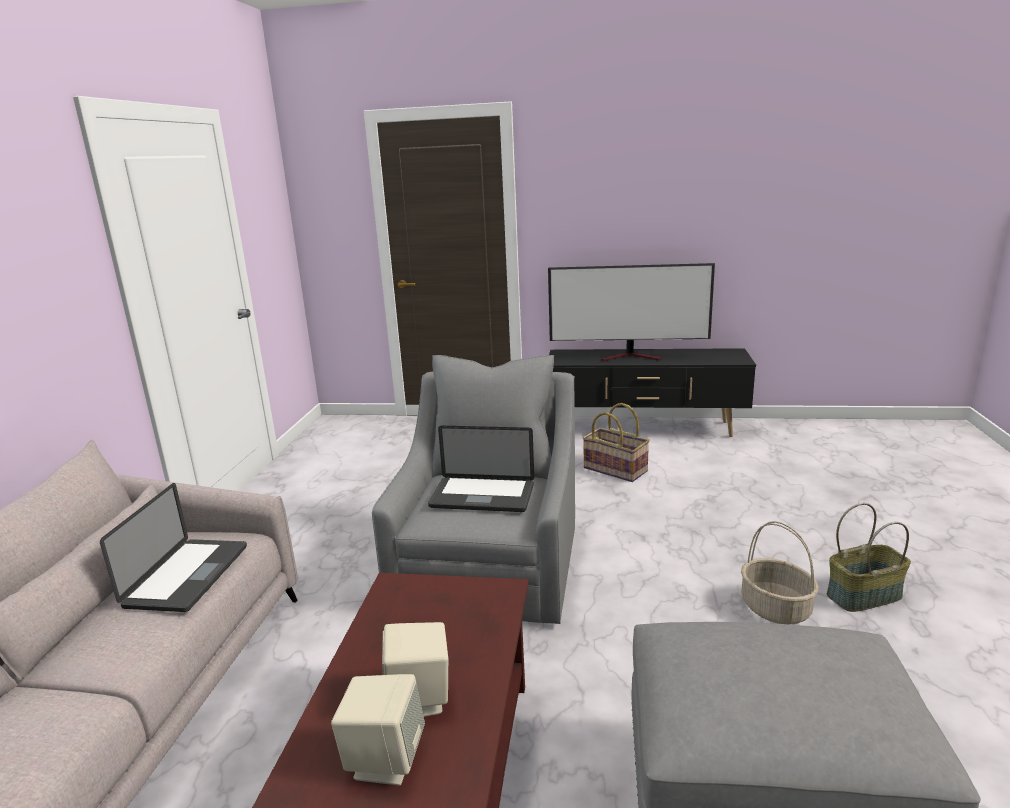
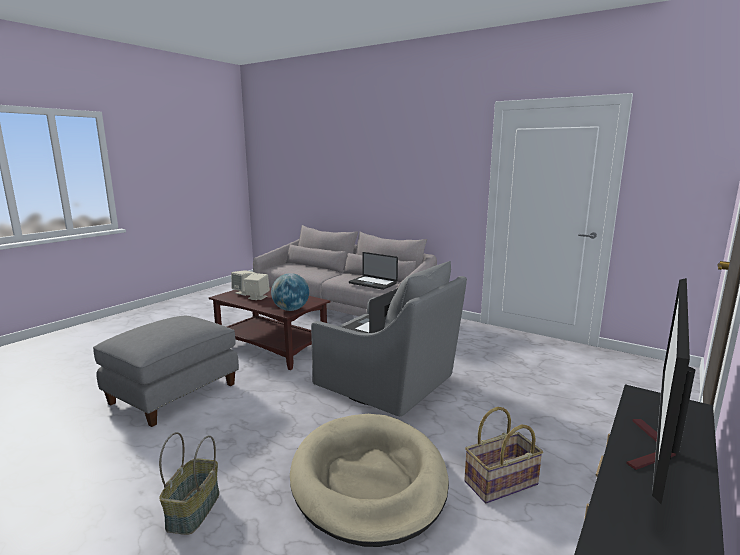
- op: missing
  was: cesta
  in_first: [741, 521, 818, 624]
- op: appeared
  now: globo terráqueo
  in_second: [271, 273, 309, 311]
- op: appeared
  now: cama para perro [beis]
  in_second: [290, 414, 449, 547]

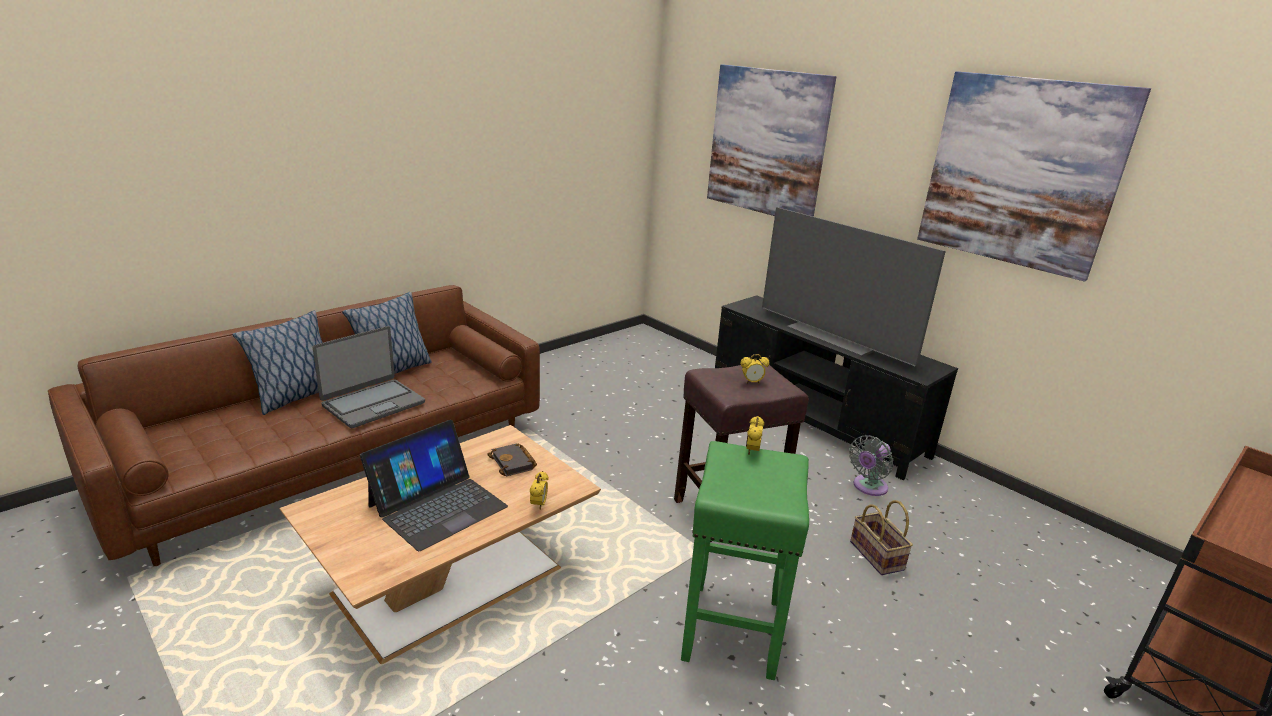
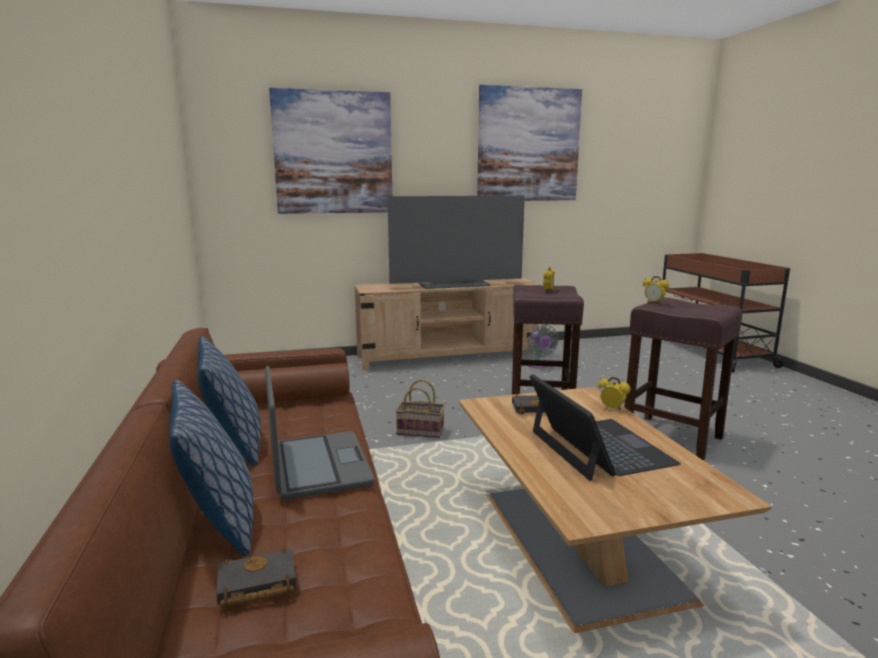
- op: colour
  was: mueble de televisión [negro]
  now: mueble de televisión [beis]
  in_first: [715, 295, 958, 480]
  in_second: [354, 277, 541, 370]
- op: colour
  was: taburete [verde]
  now: taburete [marrón]
  in_first: [681, 441, 809, 680]
  in_second: [624, 297, 743, 461]
- op: relocated
  was: cesta
  in_first: [850, 500, 913, 575]
  in_second: [395, 379, 445, 438]
- op: appeared
  now: libro [negro]
  in_second: [216, 548, 297, 608]

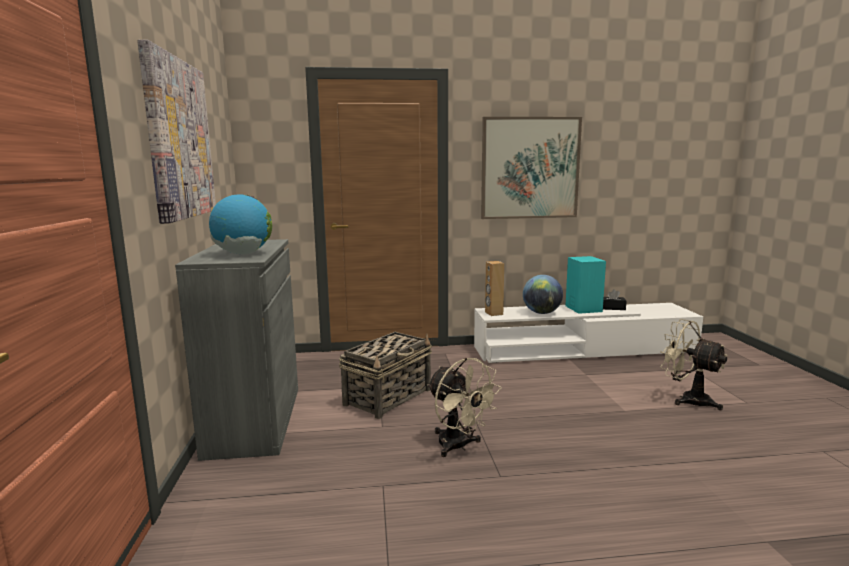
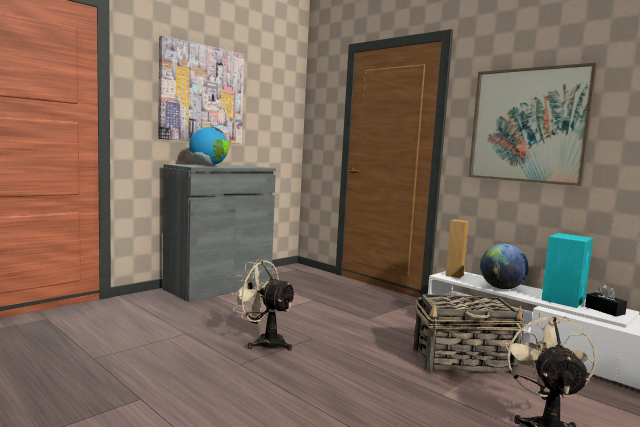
- op: relocated
  was: cesta
  in_first: [339, 332, 432, 419]
  in_second: [414, 294, 525, 375]
- op: spun
  was: ventilador [beis]
  in_first: [427, 358, 502, 457]
  in_second: [231, 260, 297, 351]
  clockwise: 105

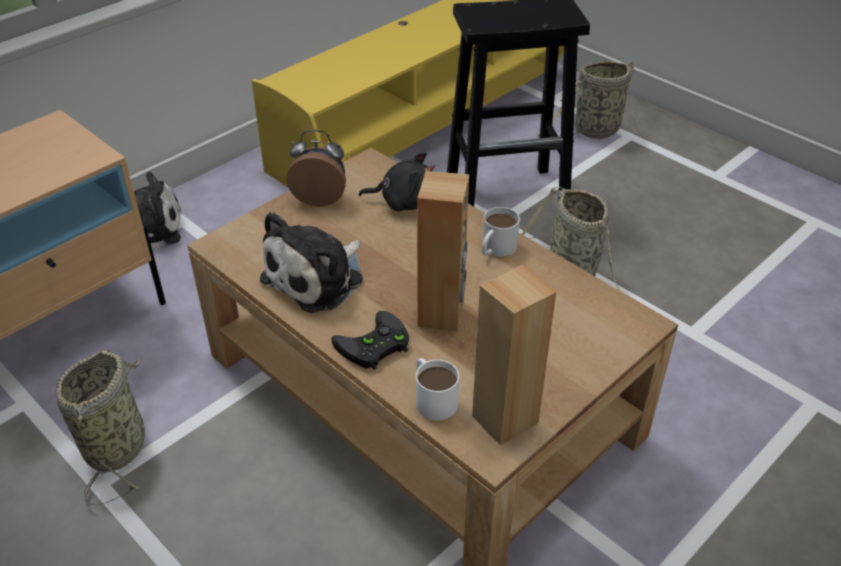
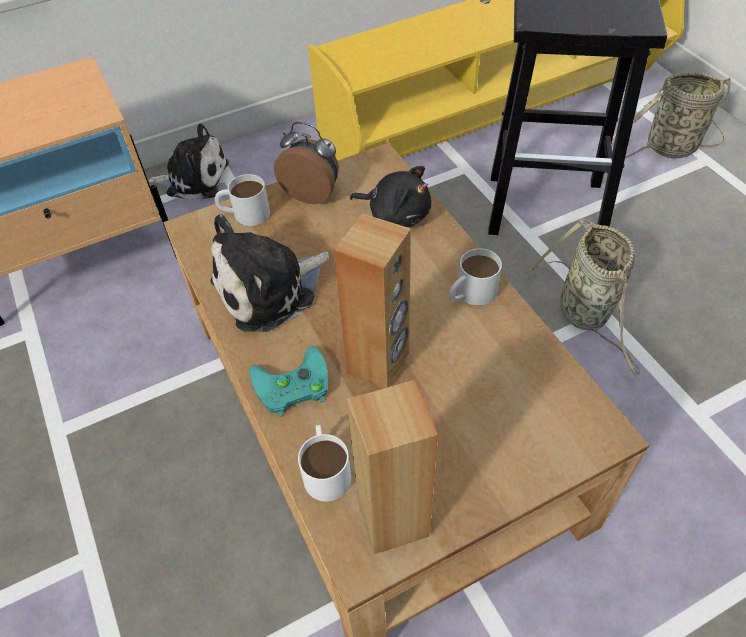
- op: colour
  was: mando de consola [negro]
  now: mando de consola [turquesa]
  in_first: [332, 311, 409, 370]
  in_second: [249, 346, 328, 417]
- op: missing
  was: cesta
  in_first: [55, 349, 145, 506]
- op: appeared
  now: taza grande [blanco]
  in_second: [215, 174, 270, 226]

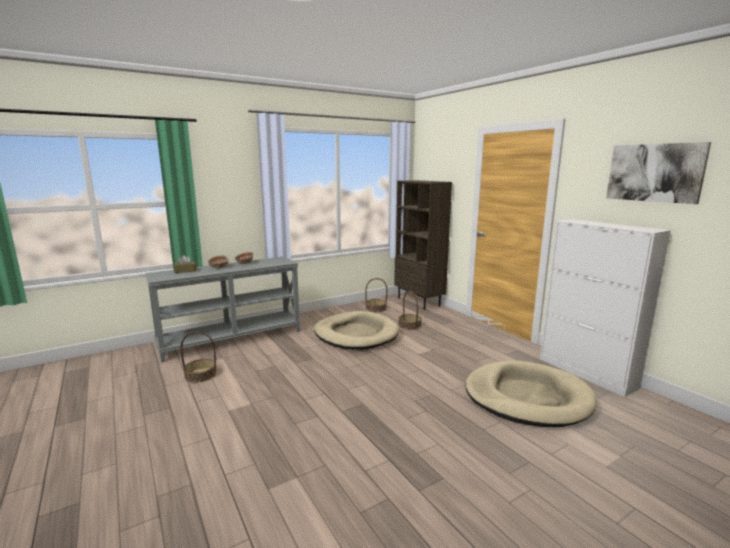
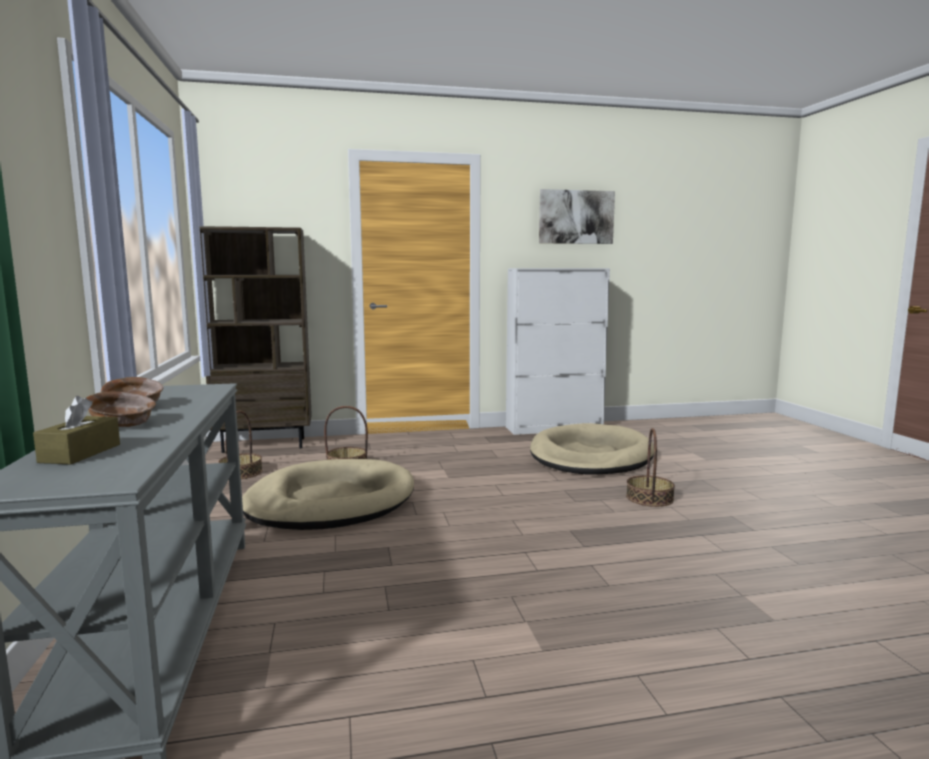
- op: relocated
  was: cesta
  in_first: [180, 332, 217, 383]
  in_second: [626, 428, 675, 507]

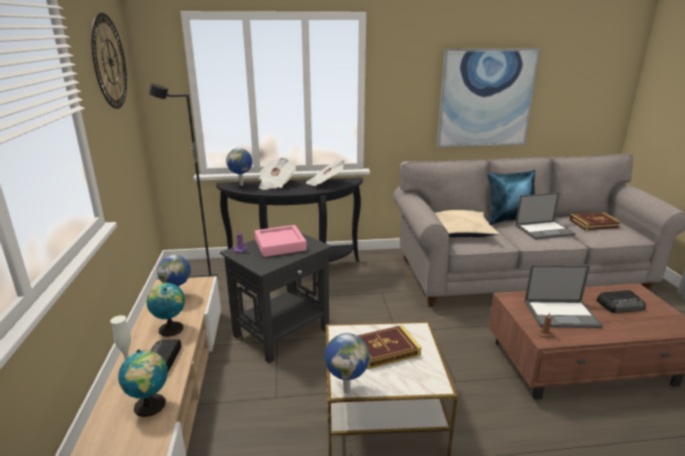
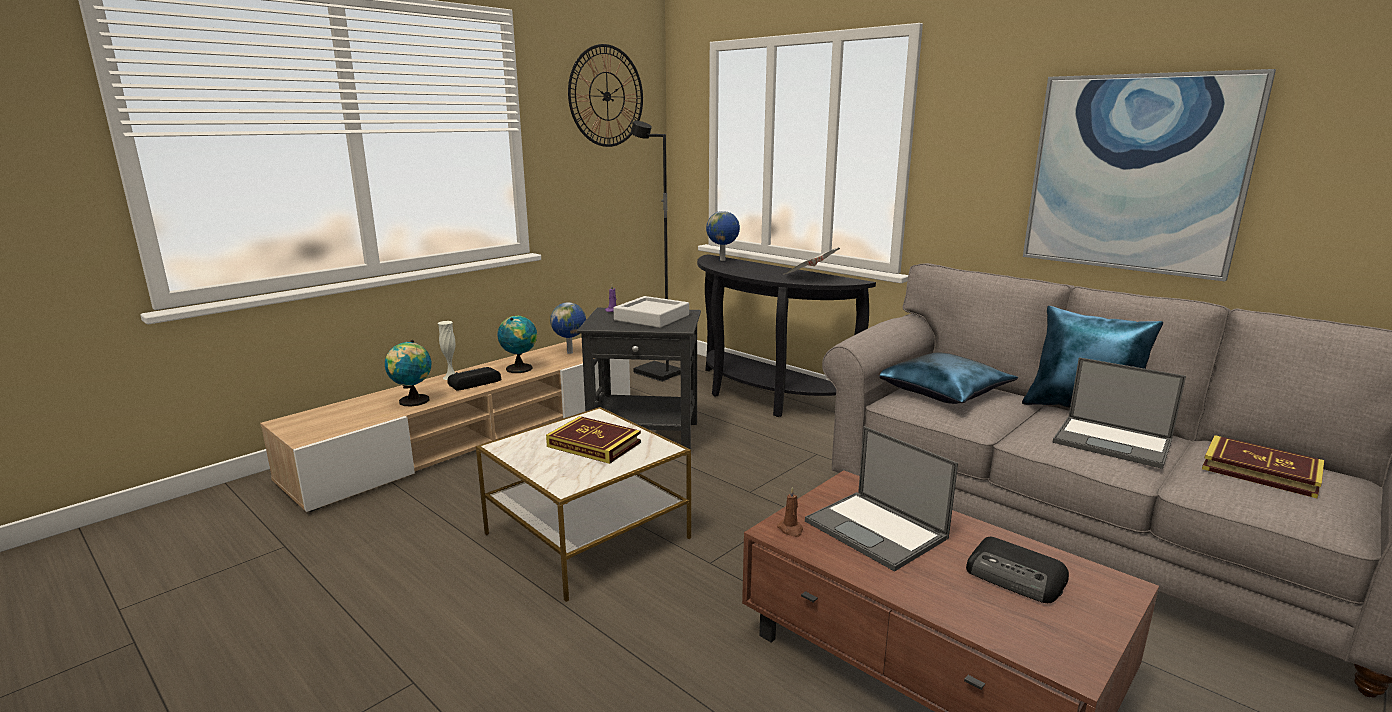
- op: missing
  was: periódico
  in_first: [258, 158, 296, 190]
- op: colour
  was: cojín [beis]
  now: cojín [azul]
  in_first: [435, 210, 499, 237]
  in_second: [879, 352, 1018, 404]
- op: colour
  was: bandeja [rosa]
  now: bandeja [gris]
  in_first: [255, 225, 307, 257]
  in_second: [613, 296, 689, 328]
- op: missing
  was: globo terráqueo
  in_first: [325, 333, 370, 393]

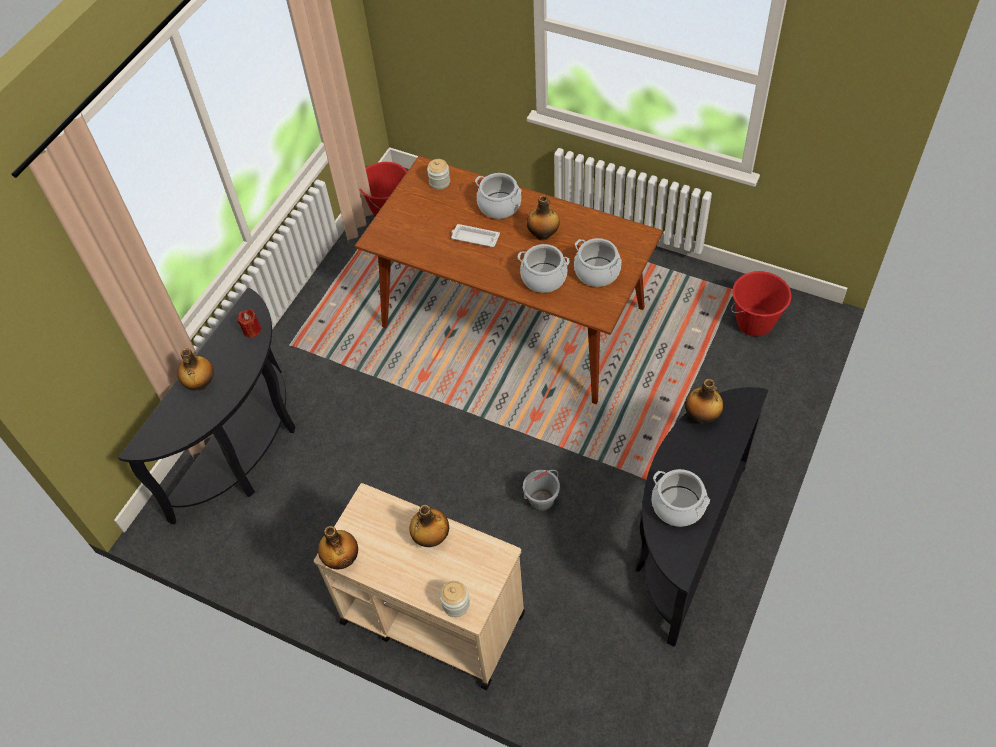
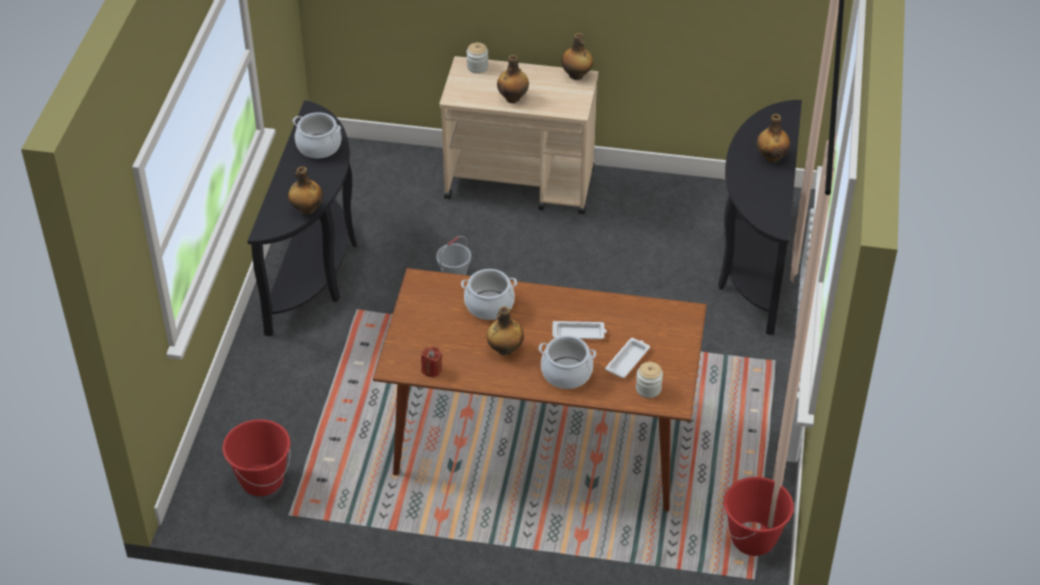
- op: missing
  was: olla
  in_first: [574, 238, 622, 287]
- op: relocated
  was: vela [rojo]
  in_first: [237, 309, 262, 338]
  in_second: [421, 346, 443, 377]
- op: appeared
  now: bandeja [blanco]
  in_second: [605, 338, 650, 378]

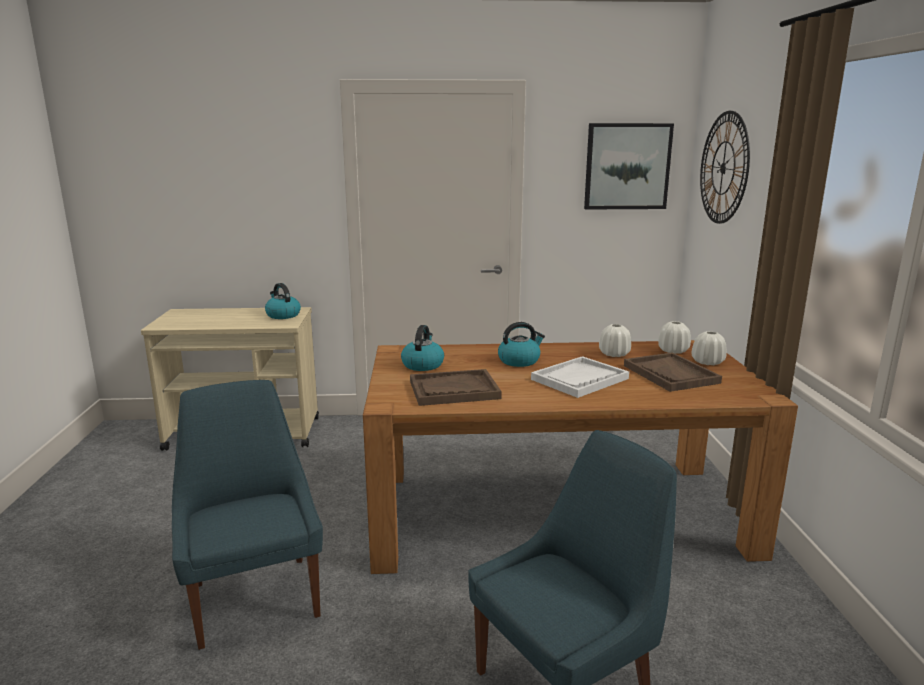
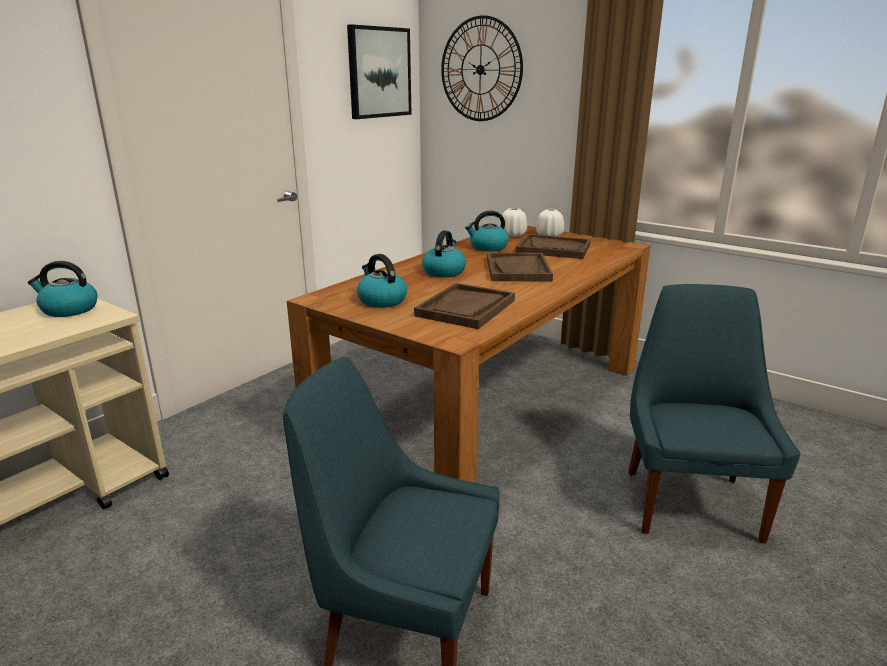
- op: exchanged
  was: florero [blanco]
  now: hervidor
  in_first: [599, 324, 631, 357]
  in_second: [465, 211, 509, 252]
- op: colour
  was: bandeja [blanco]
  now: bandeja [marrón]
  in_first: [531, 356, 629, 398]
  in_second: [487, 253, 553, 281]

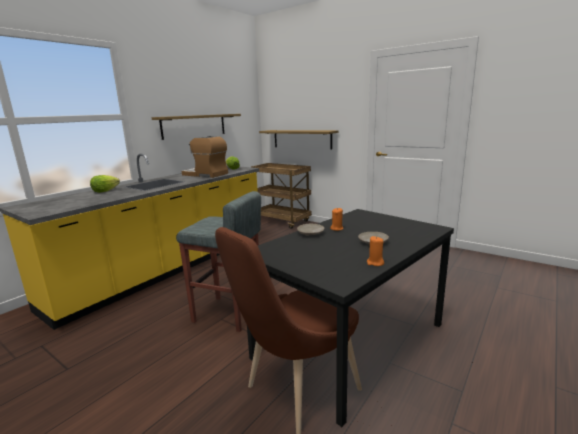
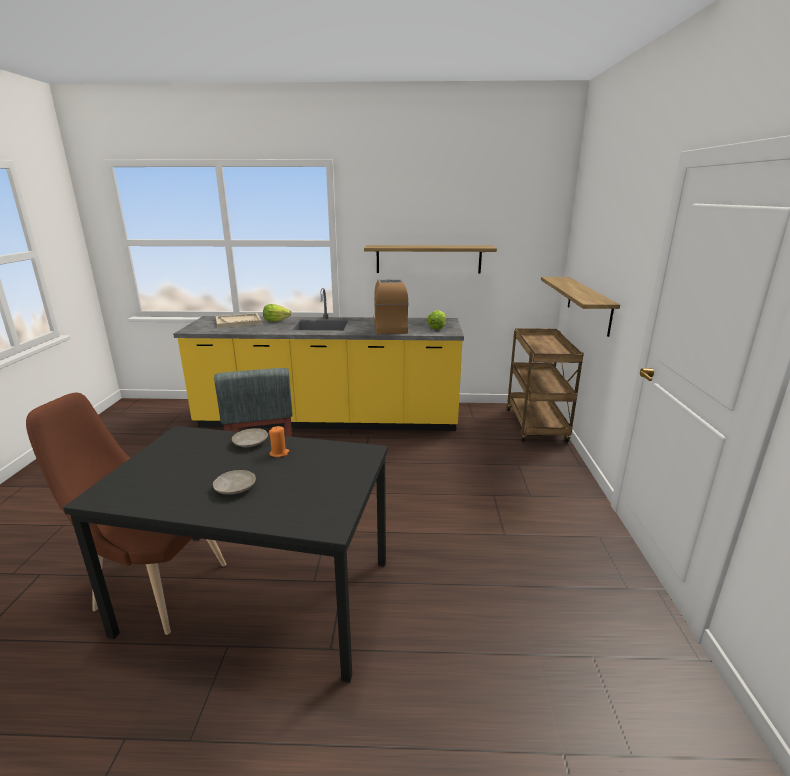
- op: missing
  was: vela [naranja]
  in_first: [367, 236, 384, 266]
- op: appeared
  now: bandeja [beis]
  in_second: [216, 313, 261, 328]

